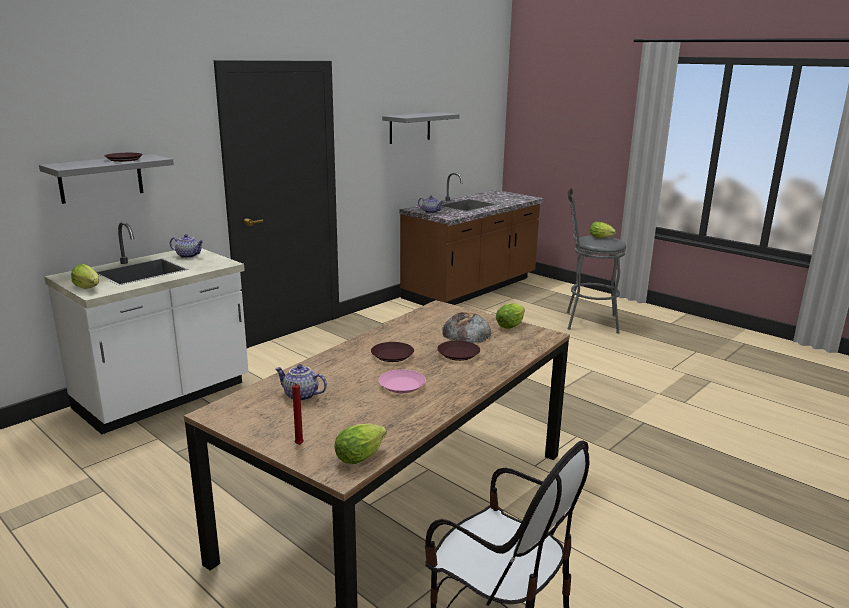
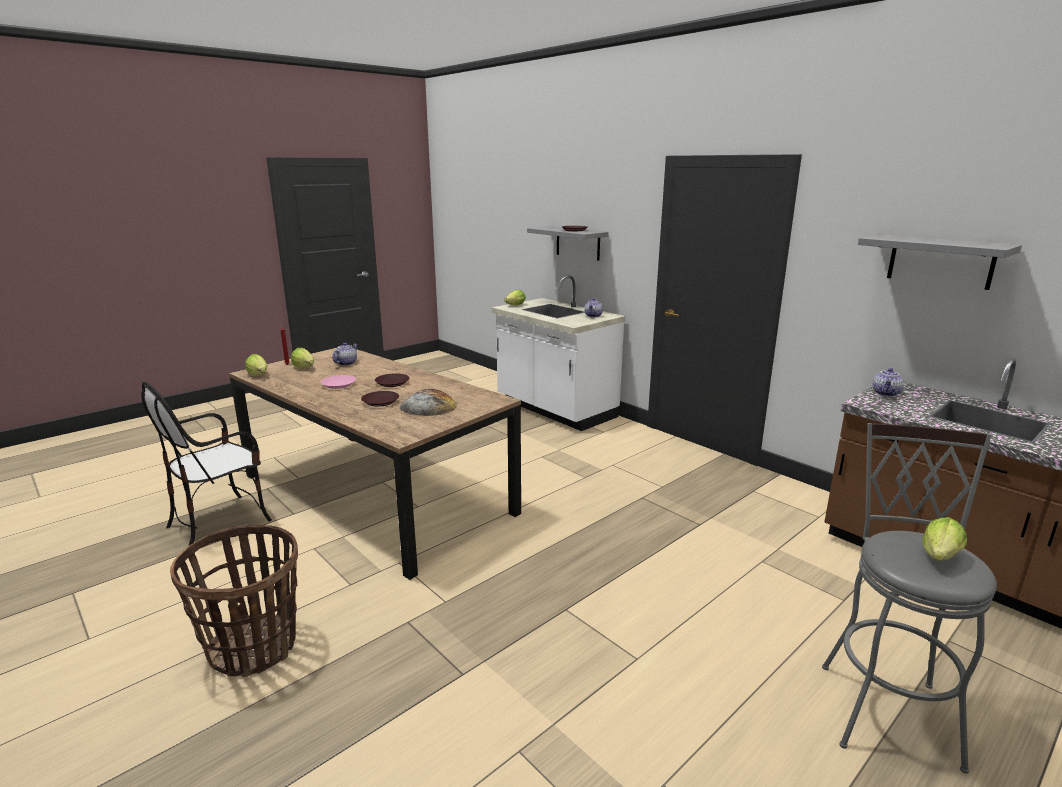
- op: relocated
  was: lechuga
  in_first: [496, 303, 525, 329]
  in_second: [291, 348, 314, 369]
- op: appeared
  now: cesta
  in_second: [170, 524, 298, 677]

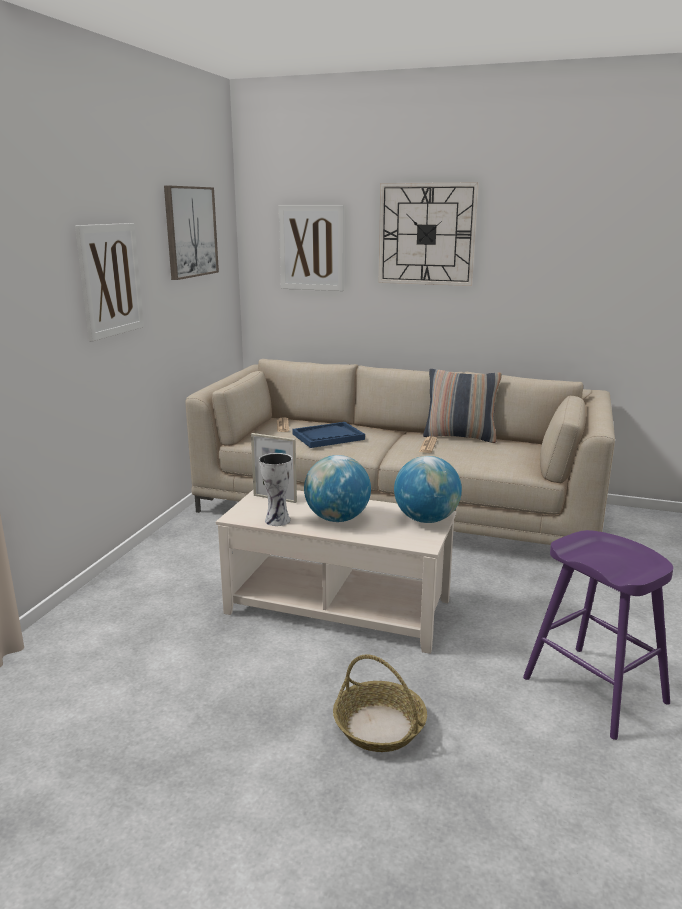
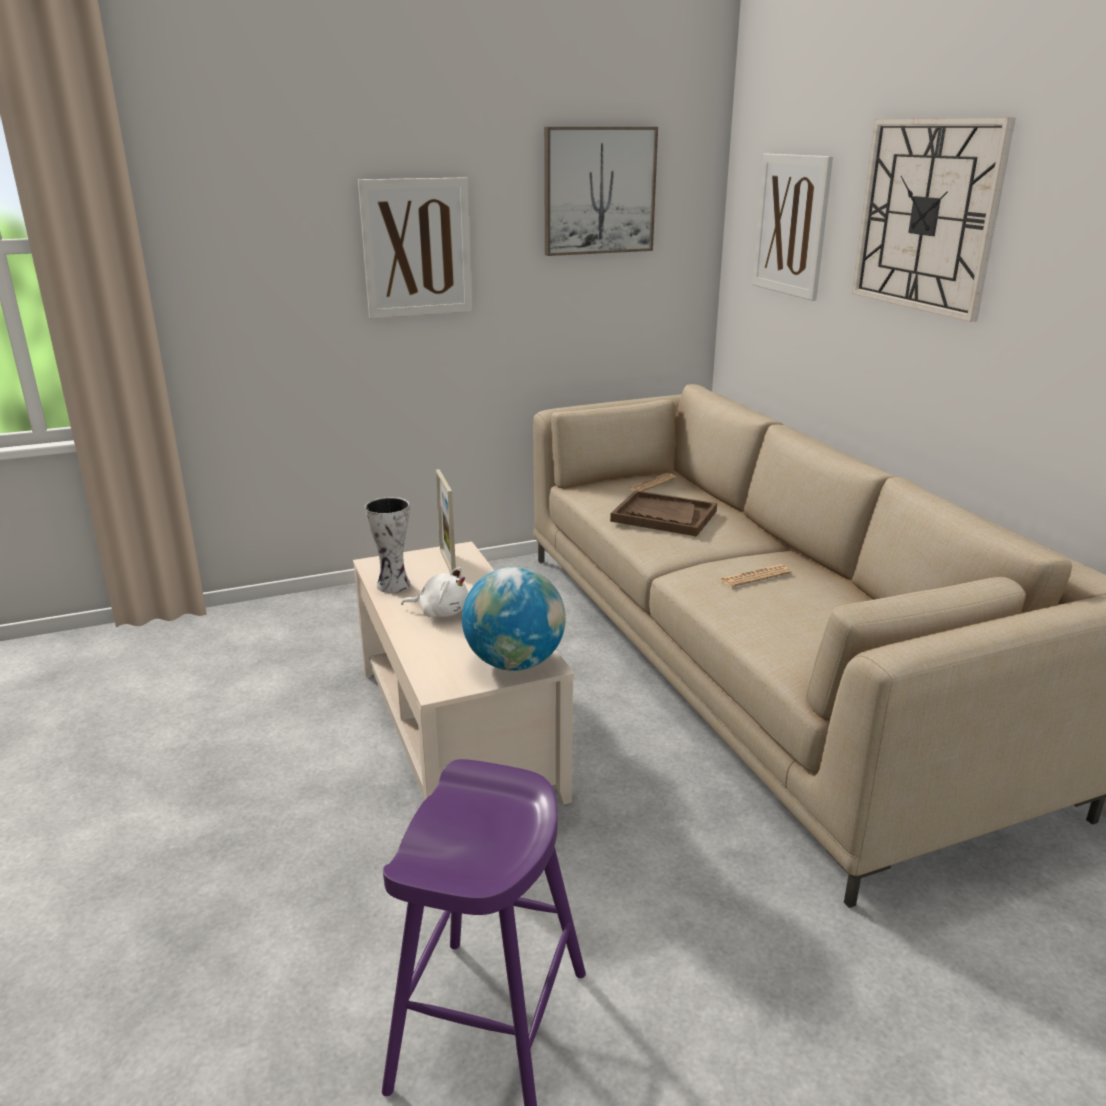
- op: missing
  was: cojín
  in_first: [423, 369, 502, 443]
- op: colour
  was: bandeja [azul]
  now: bandeja [marrón]
  in_first: [292, 422, 365, 448]
  in_second: [610, 490, 717, 536]
- op: exchanged
  was: globo terráqueo
  now: peluche [blanco]
  in_first: [304, 455, 371, 522]
  in_second: [401, 567, 468, 617]
- op: missing
  was: cesta
  in_first: [333, 654, 427, 752]

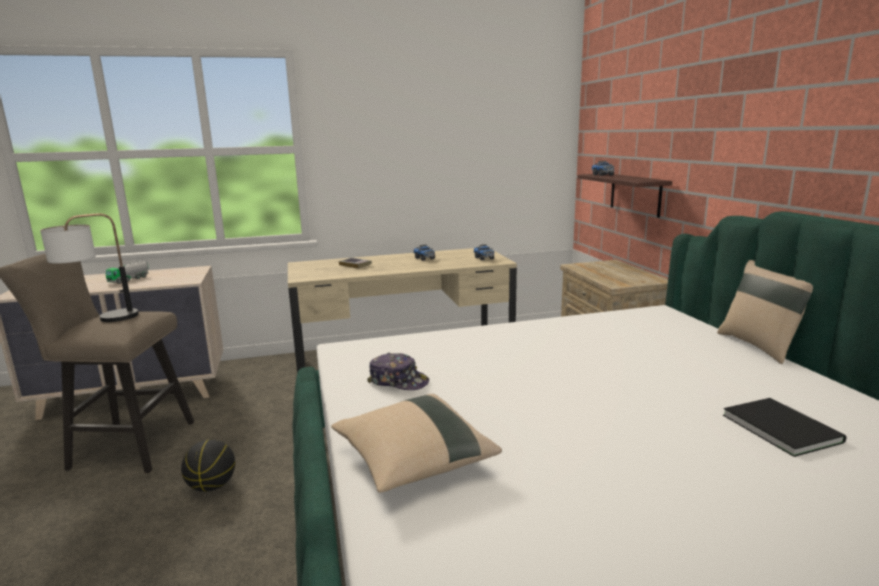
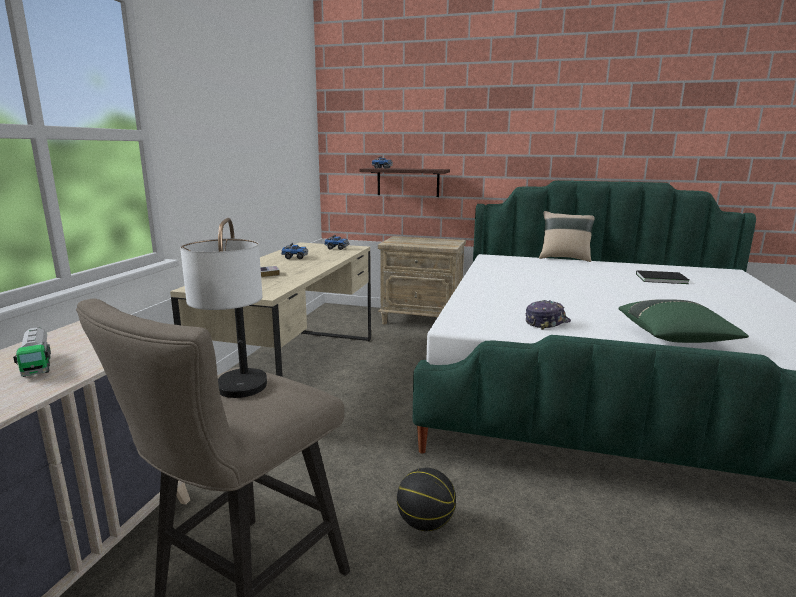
- op: colour
  was: cojín [beis]
  now: cojín [verde]
  in_first: [331, 394, 502, 493]
  in_second: [618, 299, 749, 343]

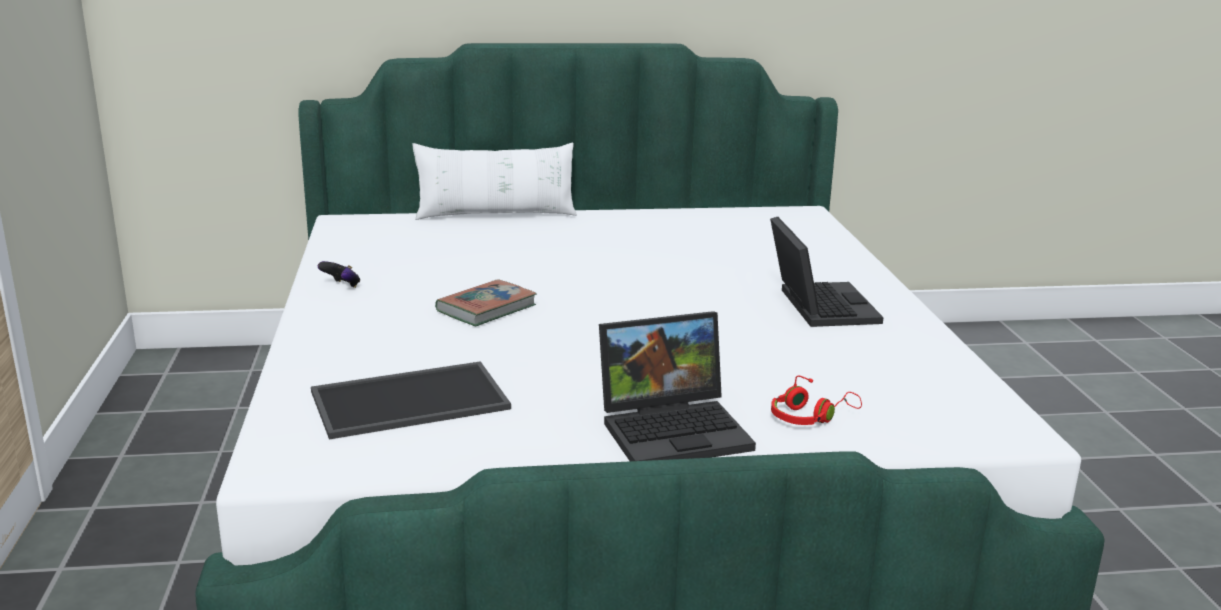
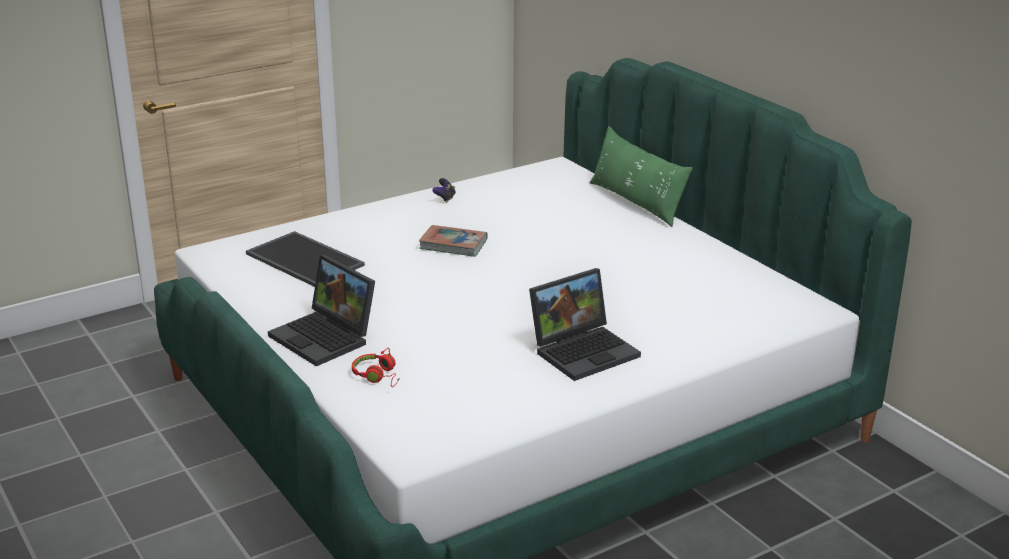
- op: colour
  was: cojín [blanco]
  now: cojín [verde]
  in_first: [413, 143, 577, 220]
  in_second: [590, 126, 693, 227]

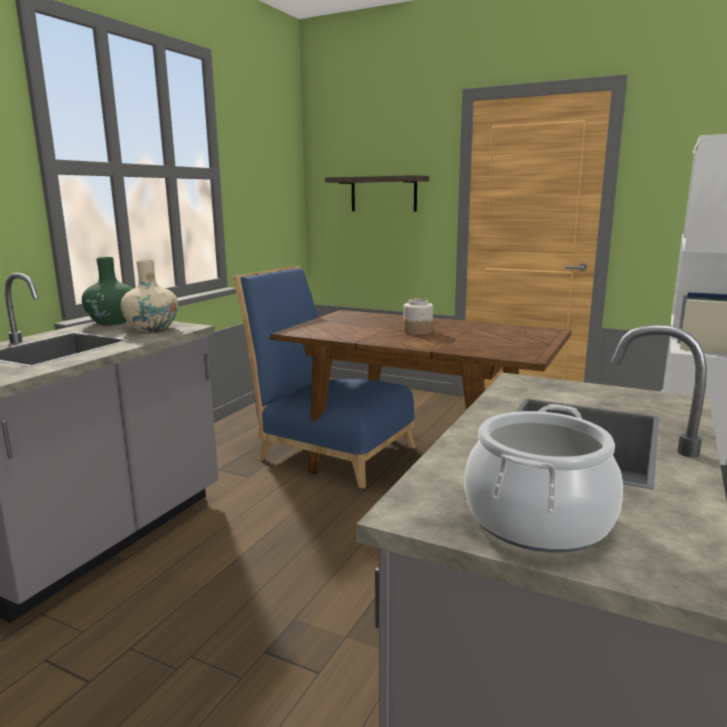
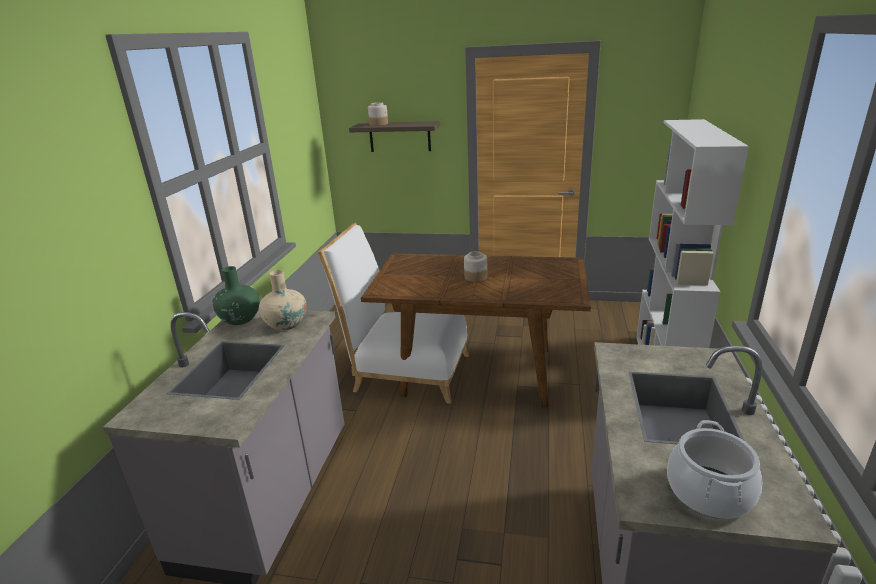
- op: colour
  was: silla [azul]
  now: silla [blanco]
  in_first: [233, 266, 416, 489]
  in_second: [318, 222, 469, 404]
- op: appeared
  now: tarro
  in_second: [368, 102, 388, 126]

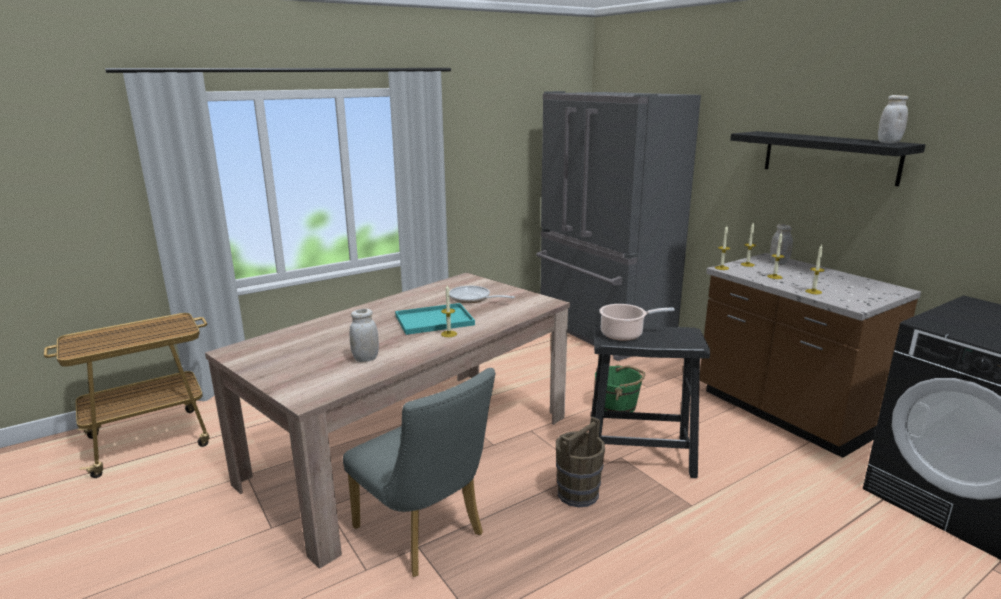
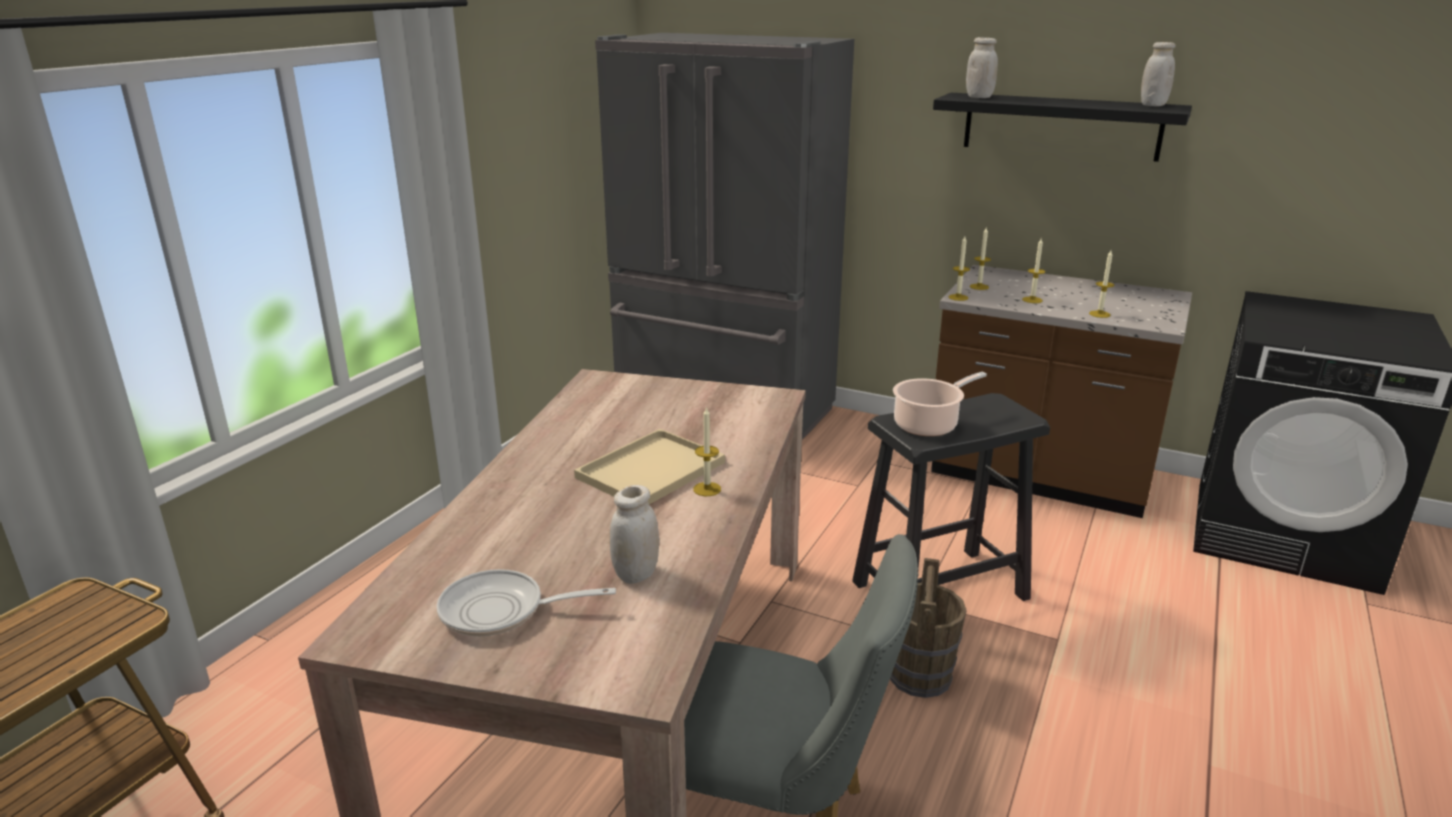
- op: relocated
  was: tarro [blanco]
  in_first: [770, 224, 793, 264]
  in_second: [966, 37, 998, 98]
- op: relocated
  was: sartén
  in_first: [449, 286, 515, 303]
  in_second: [437, 569, 616, 637]
- op: colour
  was: bandeja [turquesa]
  now: bandeja [beis]
  in_first: [395, 303, 475, 335]
  in_second: [574, 429, 725, 504]
- op: missing
  was: cubo [verde]
  in_first: [595, 365, 645, 412]

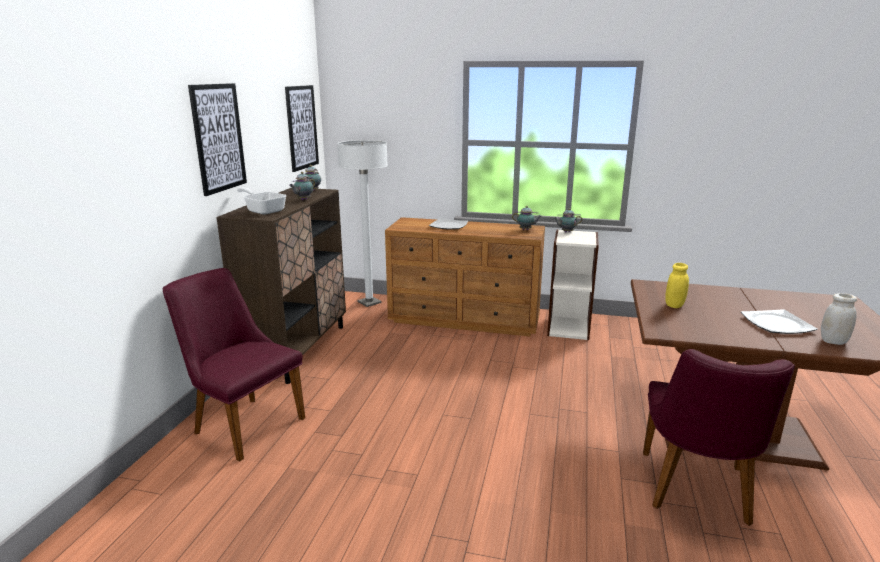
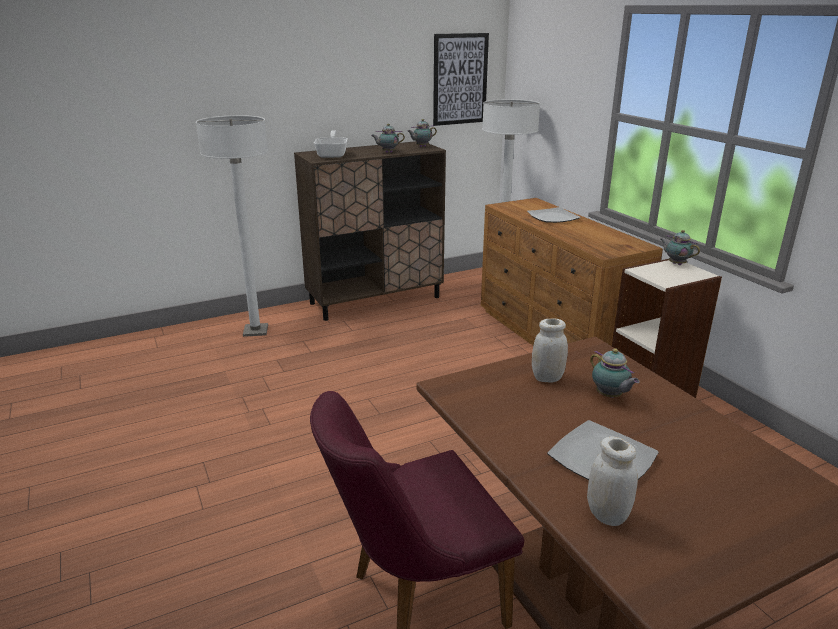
- op: missing
  was: cuadro
  in_first: [188, 83, 247, 196]
- op: relocated
  was: tetera
  in_first: [512, 206, 541, 230]
  in_second: [590, 348, 639, 398]
- op: colour
  was: tarro [amarillo]
  now: tarro [blanco]
  in_first: [665, 263, 689, 308]
  in_second: [532, 318, 568, 383]
- op: exchanged
  was: silla [morado]
  now: lámpara de pie [blanco]
  in_first: [162, 268, 305, 462]
  in_second: [196, 115, 268, 337]

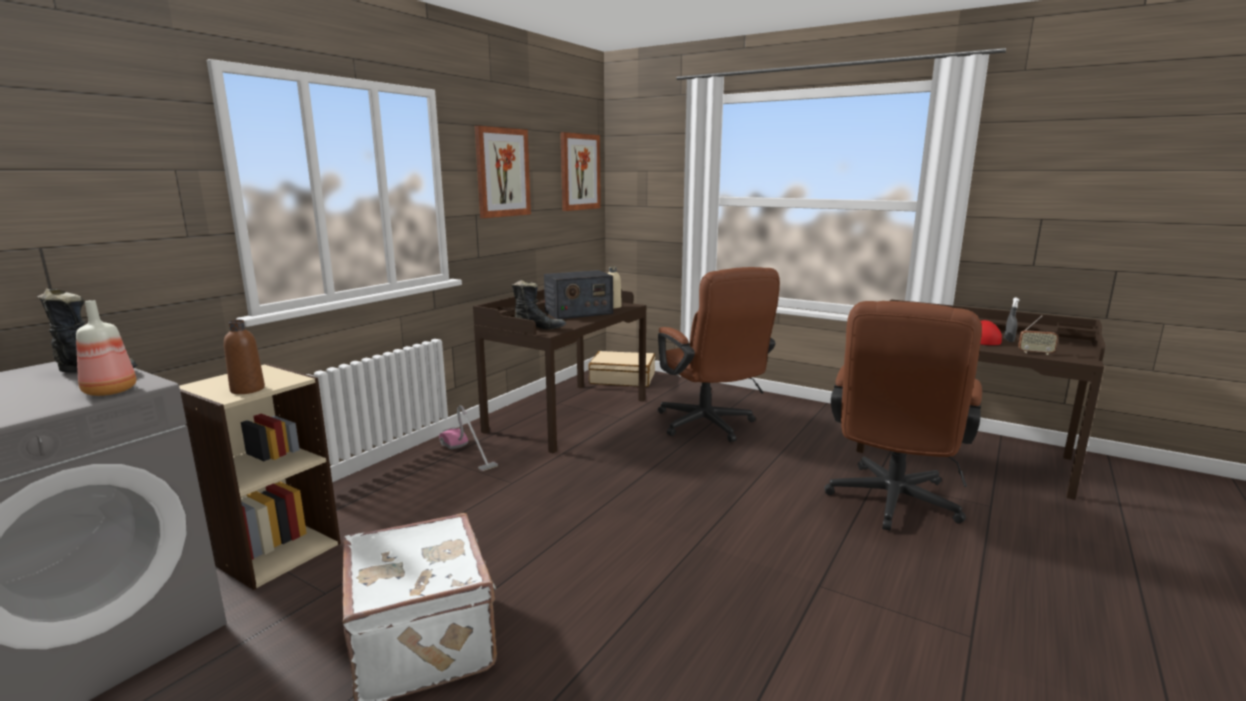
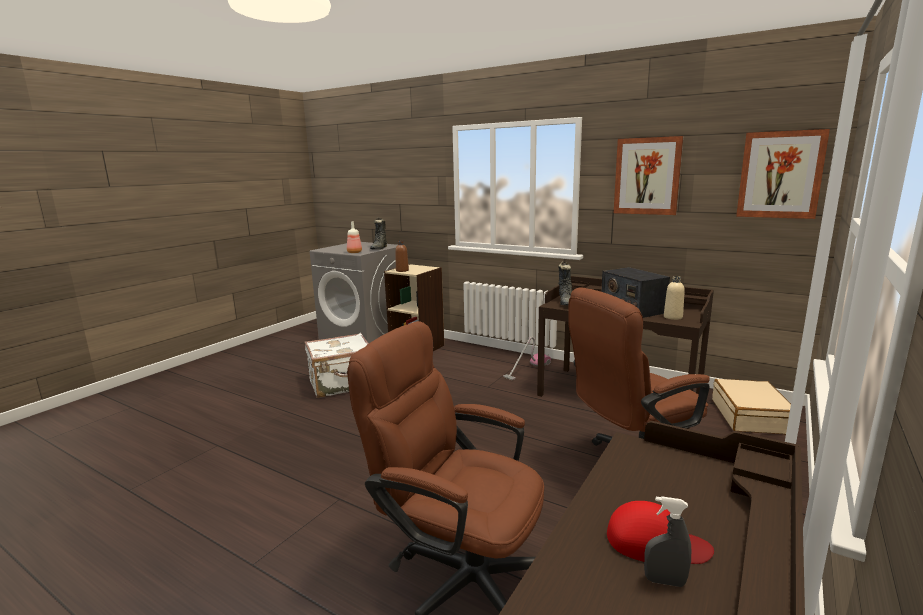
- op: missing
  was: radio
  in_first: [1018, 315, 1058, 355]

